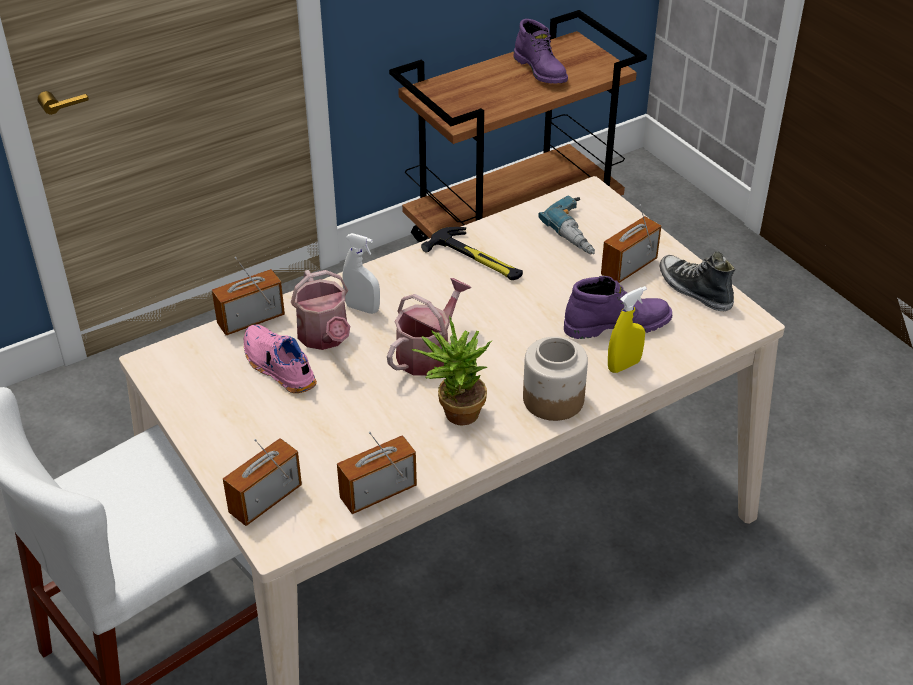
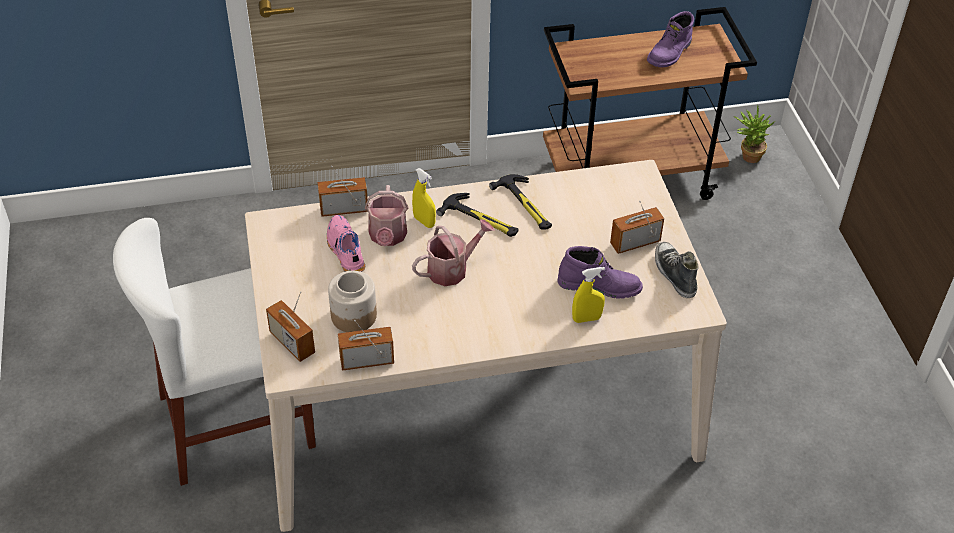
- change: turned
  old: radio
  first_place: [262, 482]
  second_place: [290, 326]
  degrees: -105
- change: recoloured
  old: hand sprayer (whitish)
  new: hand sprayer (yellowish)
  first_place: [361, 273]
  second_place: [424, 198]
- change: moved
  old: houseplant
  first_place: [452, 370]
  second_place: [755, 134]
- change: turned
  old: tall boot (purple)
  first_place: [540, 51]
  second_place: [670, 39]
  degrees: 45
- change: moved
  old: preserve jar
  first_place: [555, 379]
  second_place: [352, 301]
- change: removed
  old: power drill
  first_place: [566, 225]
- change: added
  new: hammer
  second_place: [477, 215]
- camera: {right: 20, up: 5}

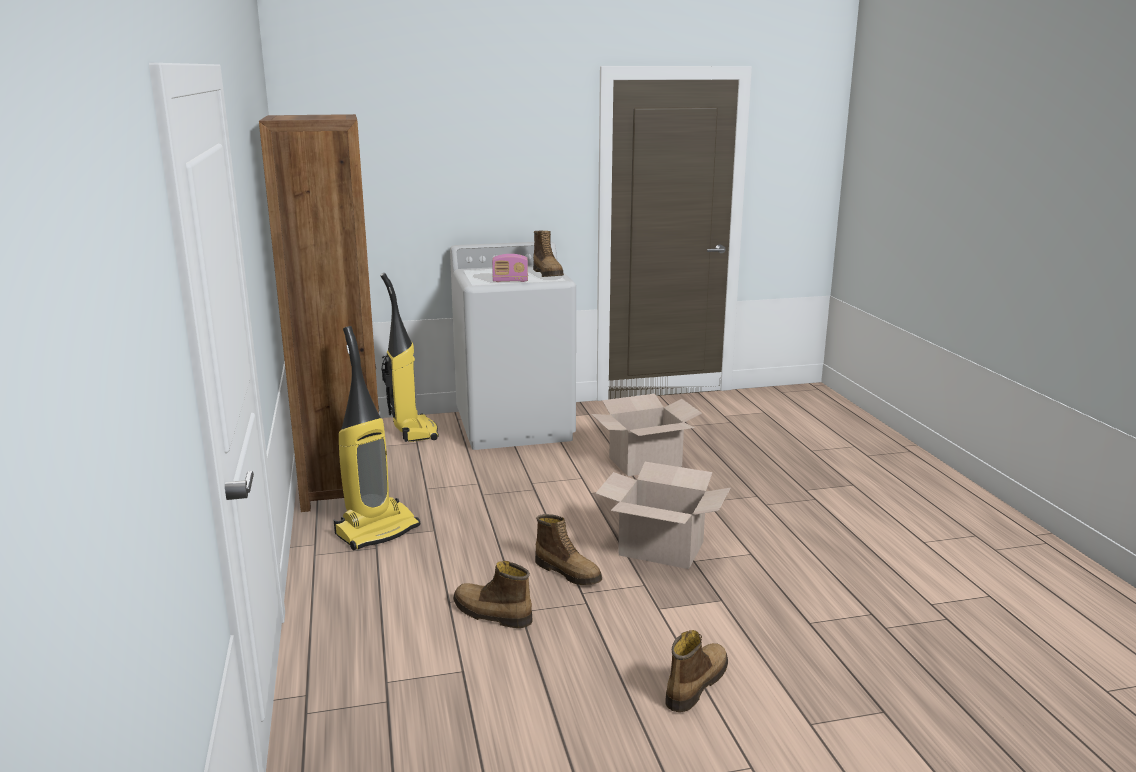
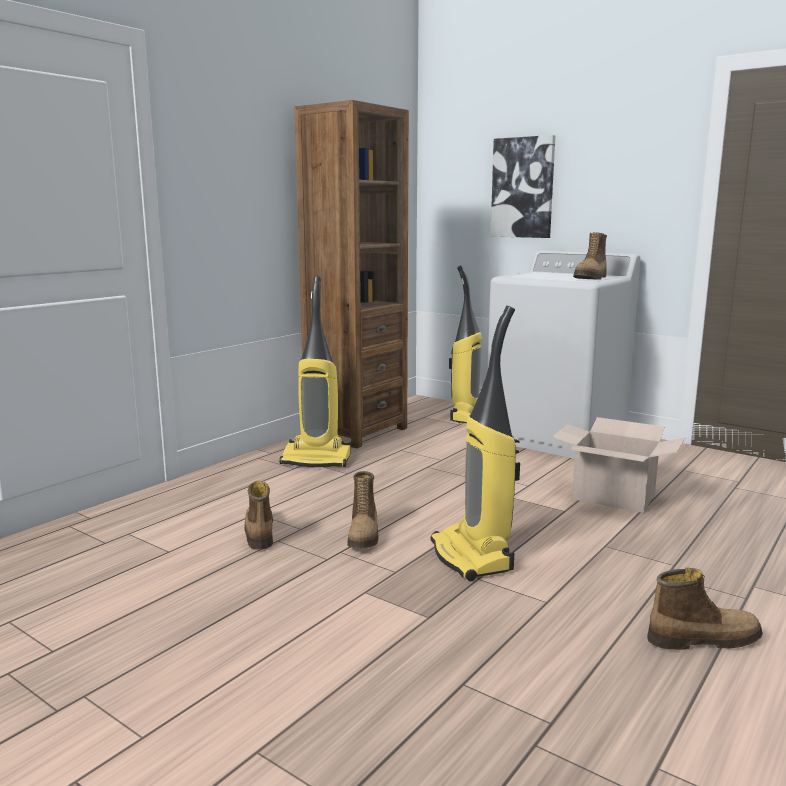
- change: removed
  old: radio
  first_place: [510, 268]
- change: replaced
  old: cardboard box
  new: vacuum cleaner
  first_place: [662, 515]
  second_place: [475, 443]
- change: moved
  old: tall boot
  first_place: [696, 671]
  second_place: [705, 609]
- change: added
  new: wall art
  second_place: [523, 186]
- camera: {right: 50, up: -5}

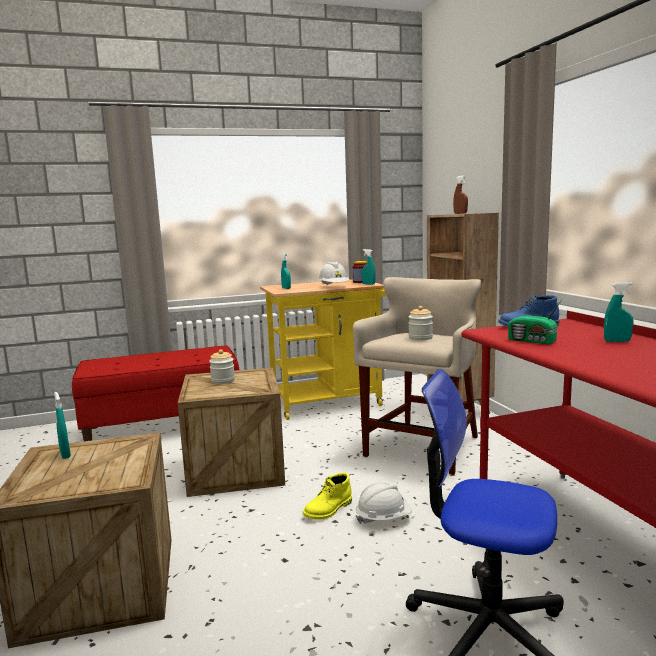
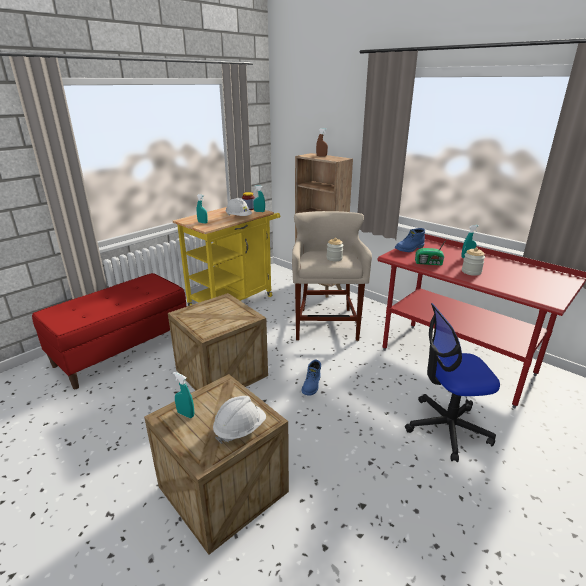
- change: moved
  old: preserve jar
  first_place: [222, 367]
  second_place: [473, 261]
- change: recoloured
  old: tall boot (yellowish)
  new: tall boot (bluish)
  first_place: [327, 496]
  second_place: [311, 378]
- change: moved
  old: safety helmet (whitish)
  first_place: [384, 502]
  second_place: [239, 420]
- camera: {right: -30, up: 15}

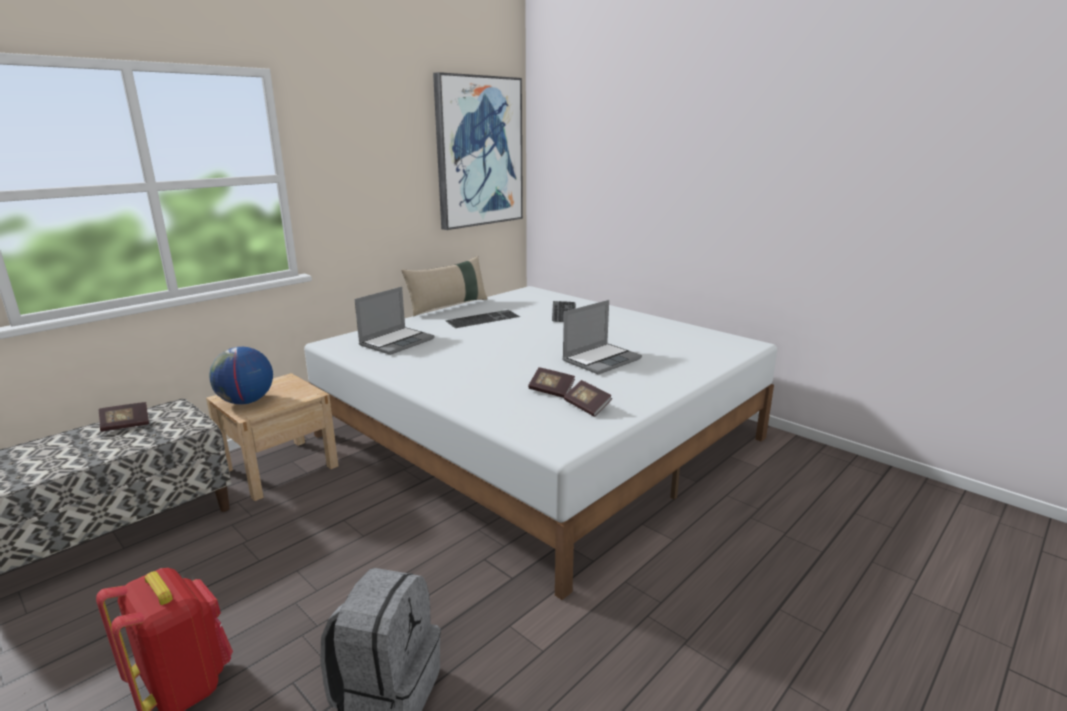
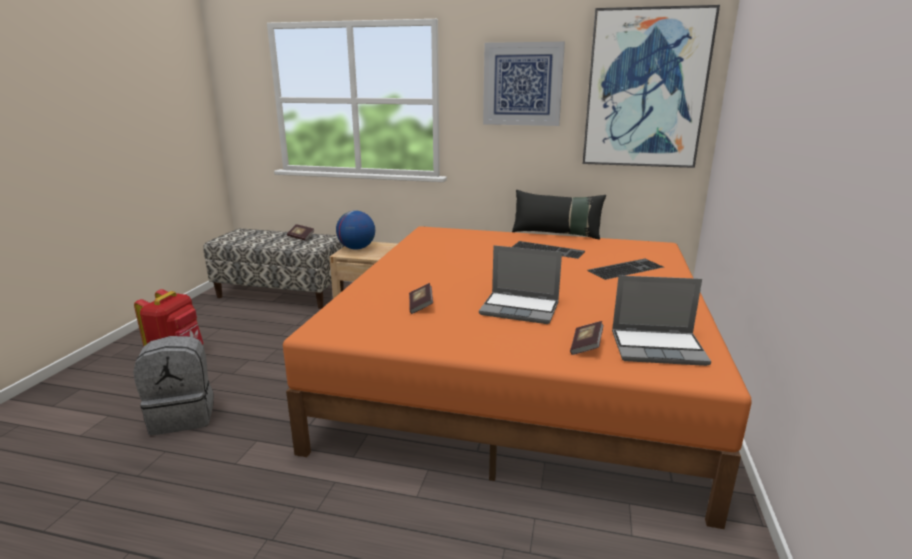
- change: recoloured
  old: bed (whitish)
  new: bed (orange)
  first_place: [540, 443]
  second_place: [517, 377]
- change: moved
  old: portable computer
  first_place: [394, 321]
  second_place: [661, 321]
- change: recoloured
  old: cushion (beige-coloured)
  new: cushion (black-coloured)
  first_place: [444, 286]
  second_place: [559, 215]
- change: moved
  old: bound book
  first_place: [588, 398]
  second_place: [587, 338]
- change: added
  new: wall art
  second_place: [524, 84]
- camera: {right: 60, up: 0}

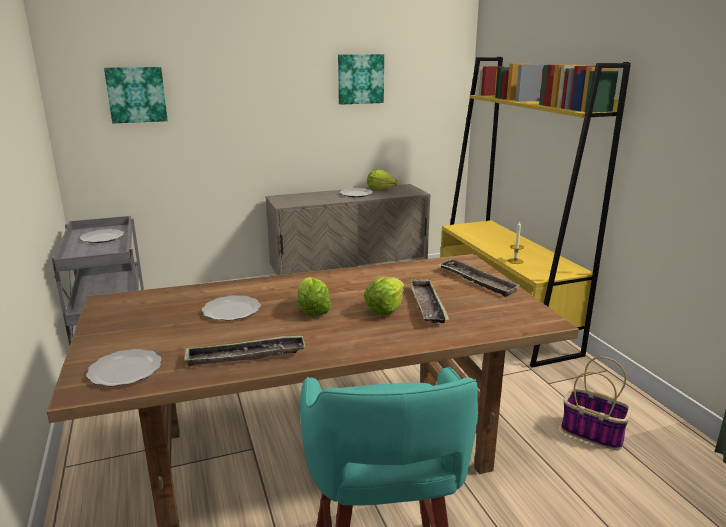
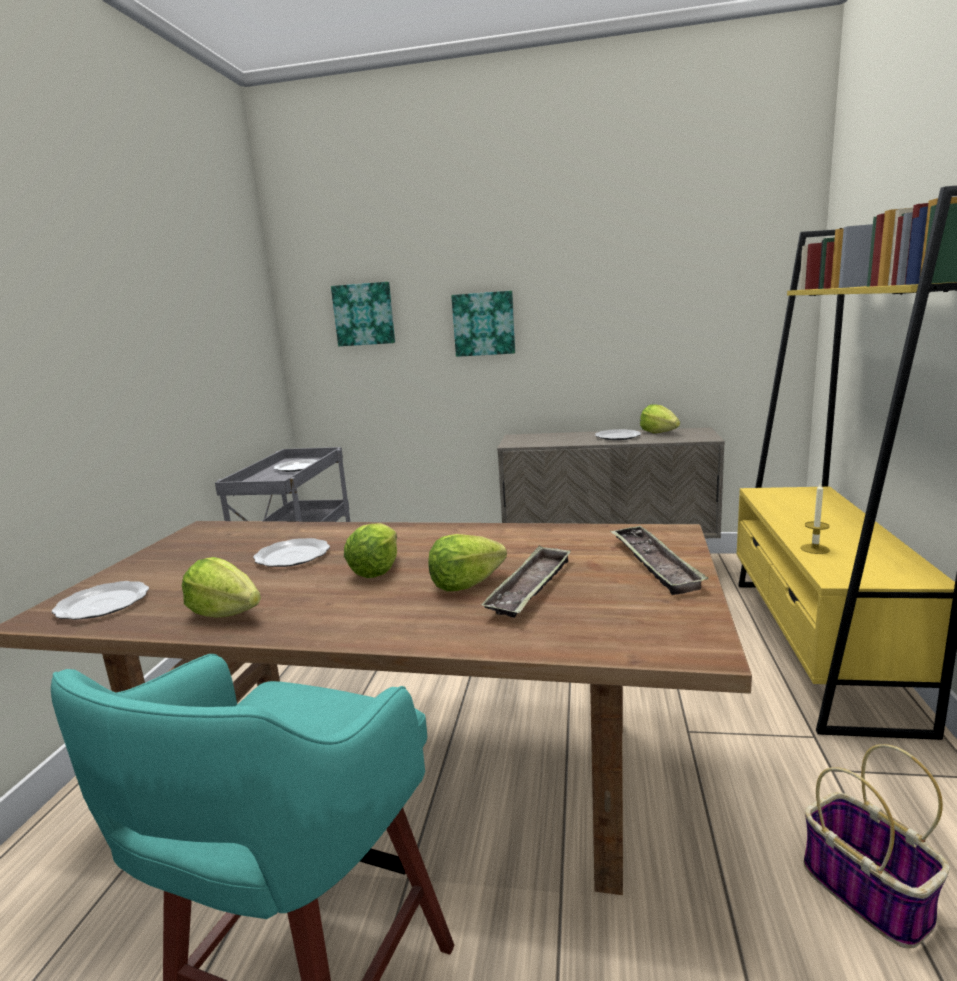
- change: replaced
  old: tray
  new: head of lettuce
  first_place: [245, 350]
  second_place: [221, 587]
- change: moved
  old: wall art
  first_place: [361, 79]
  second_place: [483, 324]
- camera: {right: 30, up: -5}

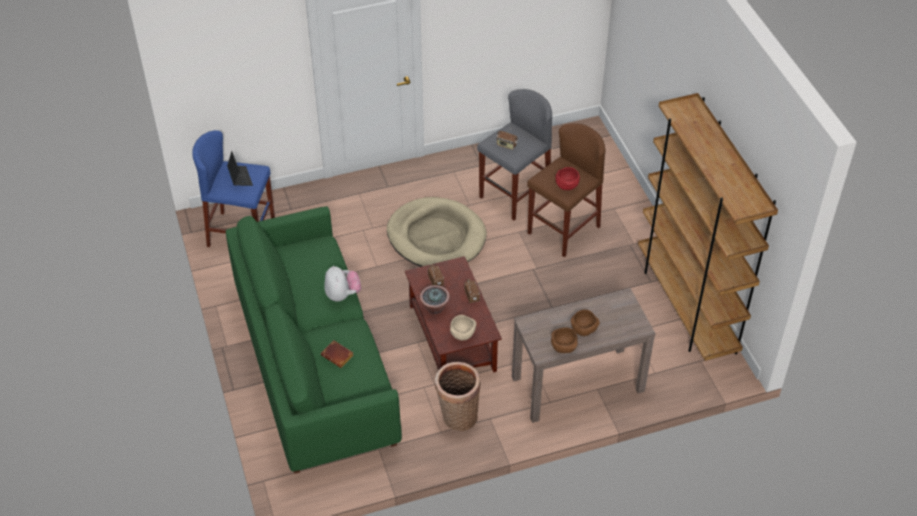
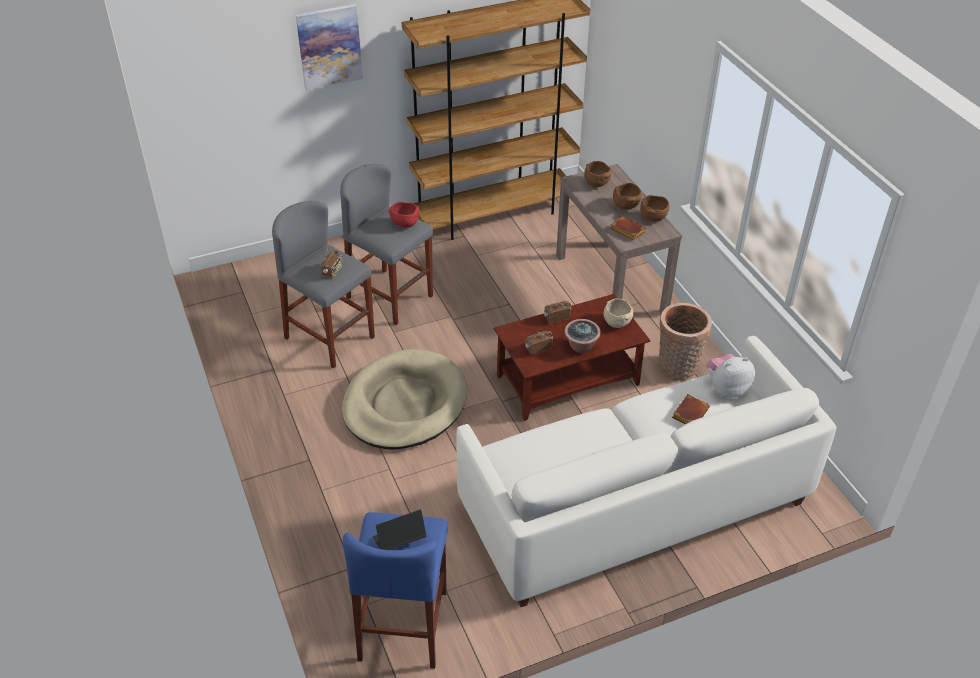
- change: recoloured
  old: couch (greenish)
  new: couch (whitish)
  first_place: [314, 340]
  second_place: [646, 471]
- change: moved
  old: cuddly toy
  first_place: [342, 284]
  second_place: [731, 376]
- change: recoloured
  old: stool seat (brown-coloured)
  new: stool seat (grey)
  first_place: [566, 190]
  second_place: [386, 244]
- change: added
  new: wall art
  second_place: [329, 47]
- change: added
  new: deep dish (brown-coloured)
  second_place: [597, 174]
- change: added
  new: bound book (brown-coloured)
  second_place: [628, 228]
- camera: {right: -95, up: -5}

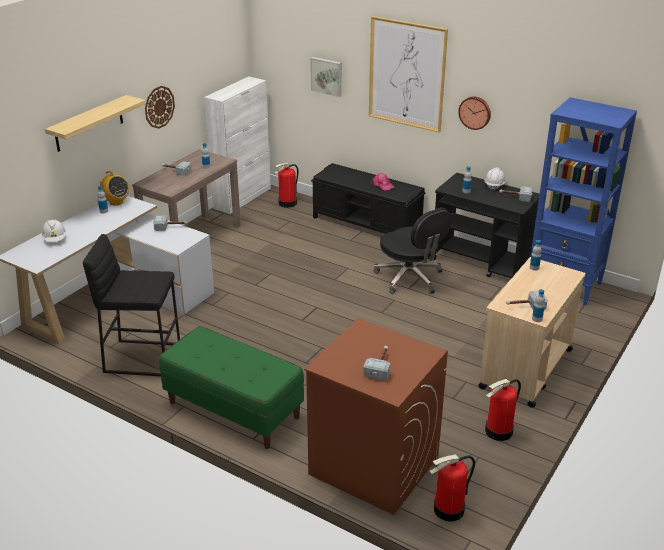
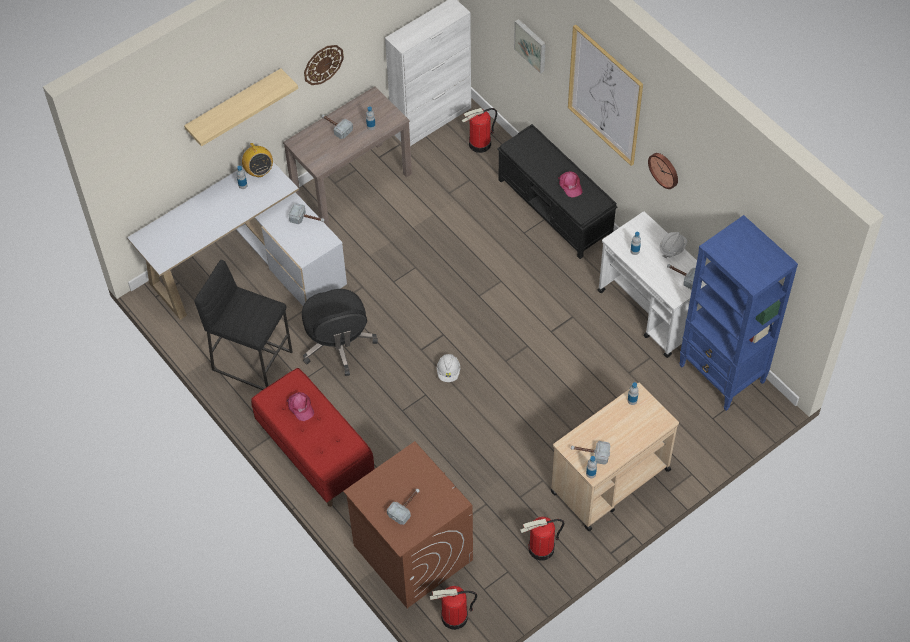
- change: moved
  old: safety helmet (whitish)
  first_place: [54, 230]
  second_place: [448, 368]
- change: recoloured
  old: indoor bench (greenish)
  new: indoor bench (red-coloured)
  first_place: [231, 387]
  second_place: [312, 437]
- change: moved
  old: office chair (black-coloured)
  first_place: [413, 251]
  second_place: [340, 332]
- change: recoloured
  old: wheeled cart (black-coloured)
  new: wheeled cart (whitish)
  first_place: [487, 225]
  second_place: [652, 284]
- change: added
  new: peaked cap (pink-coloured)
  second_place: [300, 406]
- camera: {right: 20, up: 25}

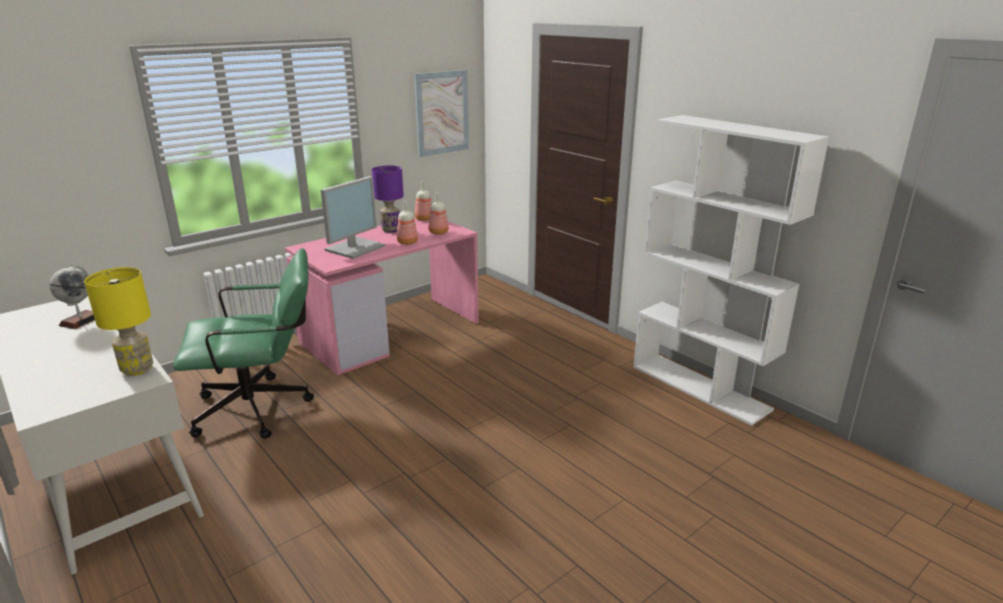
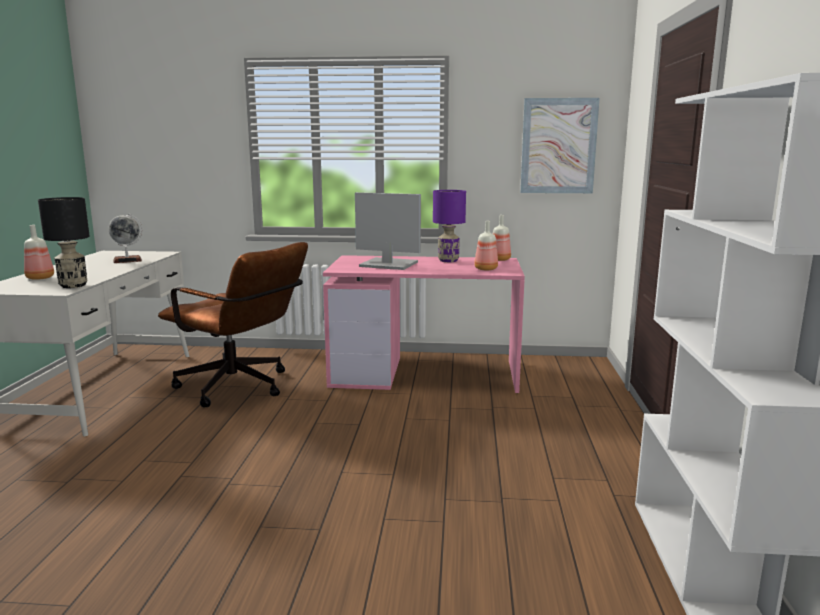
- change: recoloured
  old: table lamp (yellowish)
  new: table lamp (black-coloured)
  first_place: [118, 321]
  second_place: [64, 242]
- change: recoloured
  old: office chair (greenish)
  new: office chair (brown-coloured)
  first_place: [243, 343]
  second_place: [233, 325]
- change: turned
  old: computer display
  first_place: [353, 217]
  second_place: [388, 231]
  degrees: -150
- change: moved
  old: bottle
  first_place: [407, 223]
  second_place: [39, 252]
- camera: {right: 45, up: -10}

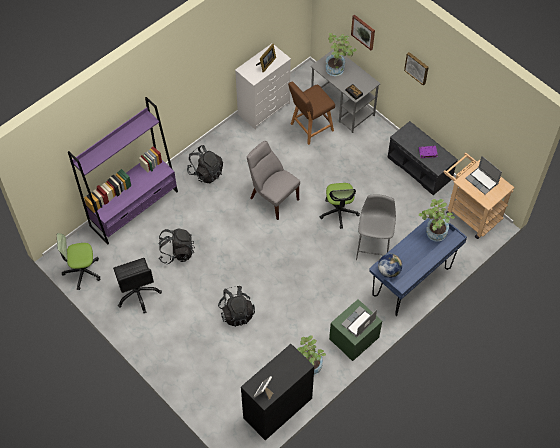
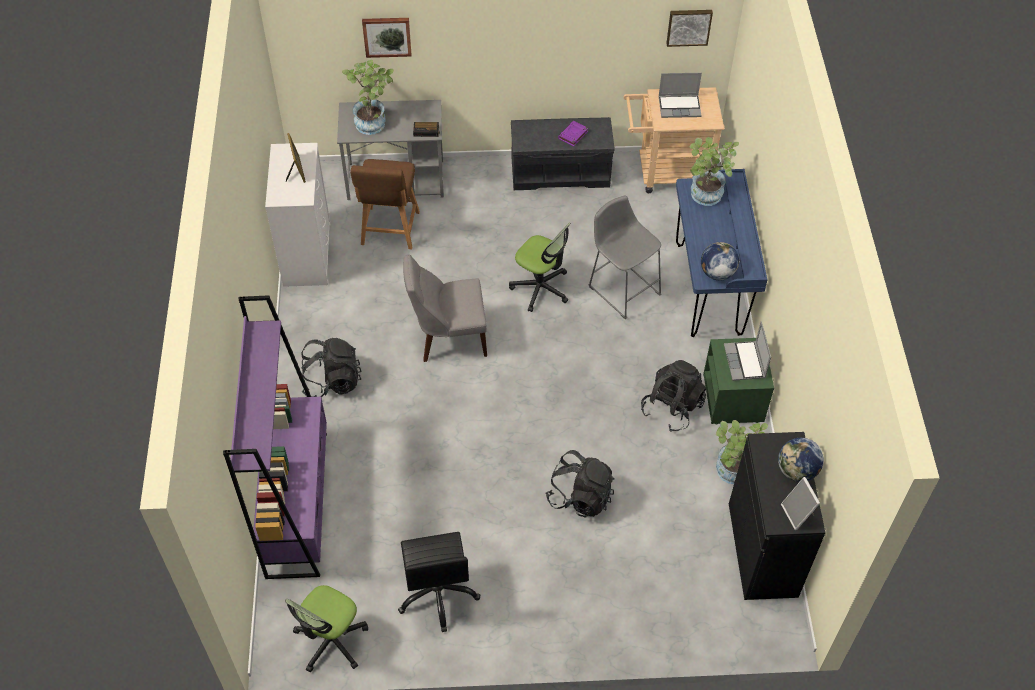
- change: turned
  old: office chair (black-coloured)
  first_place: [137, 285]
  second_place: [439, 582]
  degrees: 60
- change: moved
  old: backpack (black-coloured)
  first_place: [176, 246]
  second_place: [673, 396]
- change: moved
  old: wall art
  first_place: [416, 69]
  second_place: [689, 28]
- change: added
  new: globe
  second_place: [801, 460]
- camera: {right: -50, up: -5}

